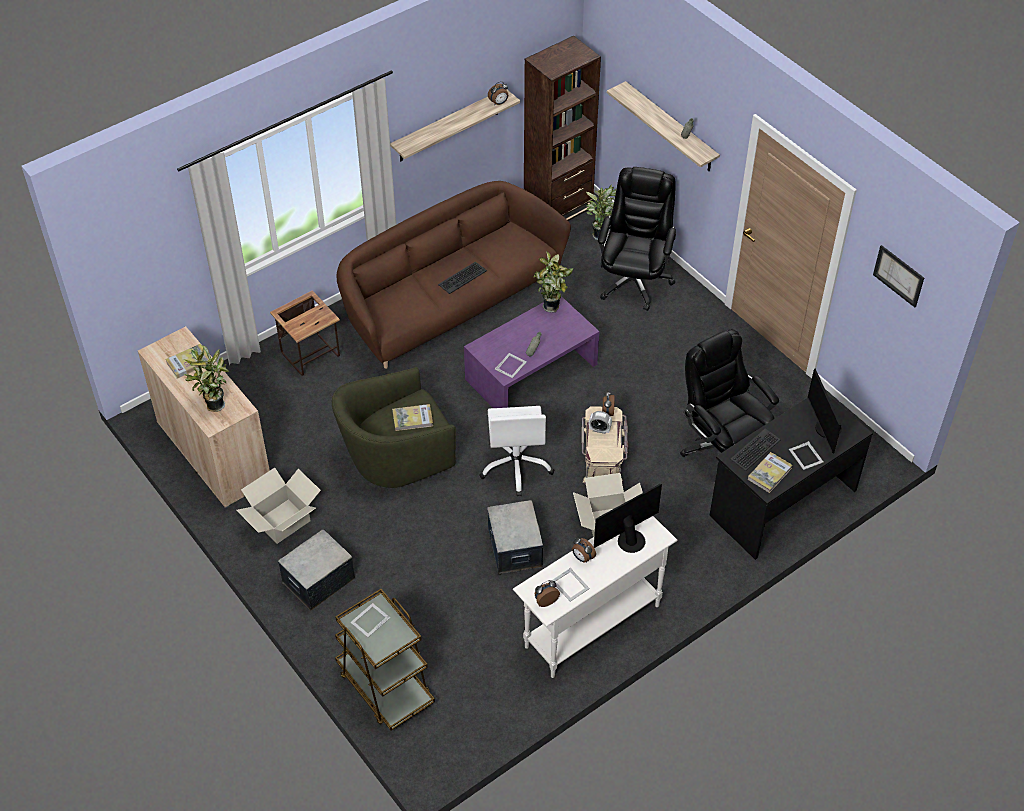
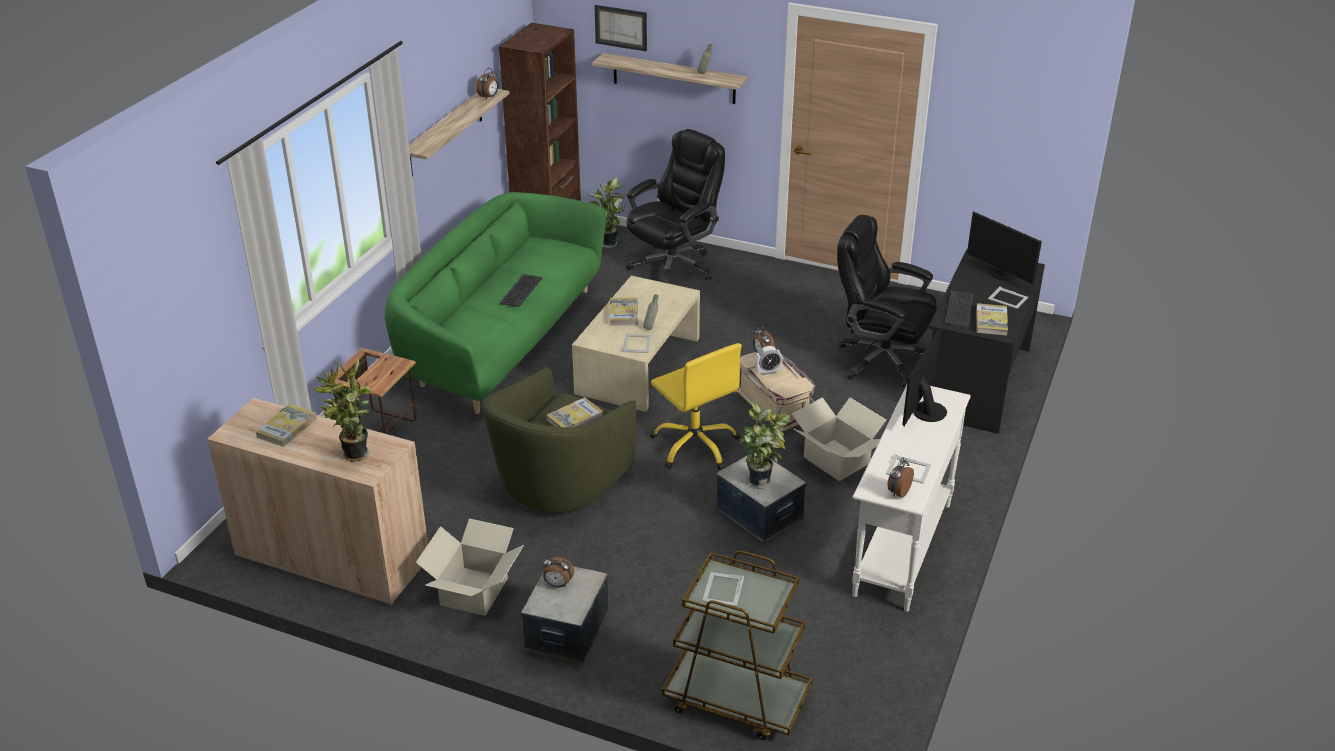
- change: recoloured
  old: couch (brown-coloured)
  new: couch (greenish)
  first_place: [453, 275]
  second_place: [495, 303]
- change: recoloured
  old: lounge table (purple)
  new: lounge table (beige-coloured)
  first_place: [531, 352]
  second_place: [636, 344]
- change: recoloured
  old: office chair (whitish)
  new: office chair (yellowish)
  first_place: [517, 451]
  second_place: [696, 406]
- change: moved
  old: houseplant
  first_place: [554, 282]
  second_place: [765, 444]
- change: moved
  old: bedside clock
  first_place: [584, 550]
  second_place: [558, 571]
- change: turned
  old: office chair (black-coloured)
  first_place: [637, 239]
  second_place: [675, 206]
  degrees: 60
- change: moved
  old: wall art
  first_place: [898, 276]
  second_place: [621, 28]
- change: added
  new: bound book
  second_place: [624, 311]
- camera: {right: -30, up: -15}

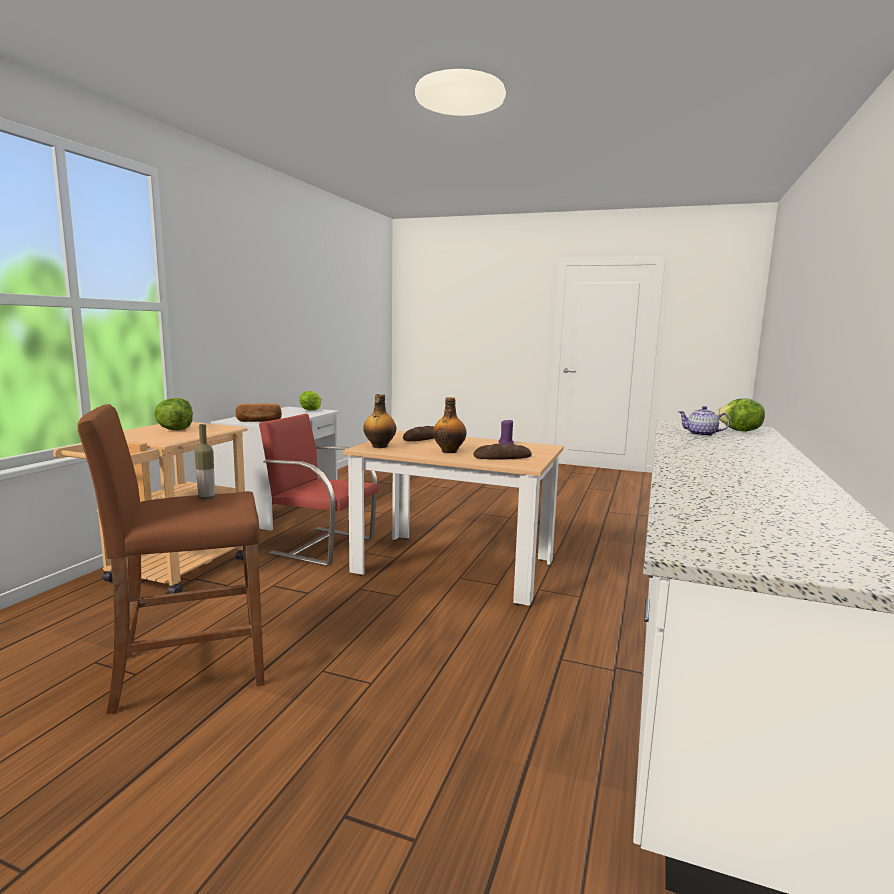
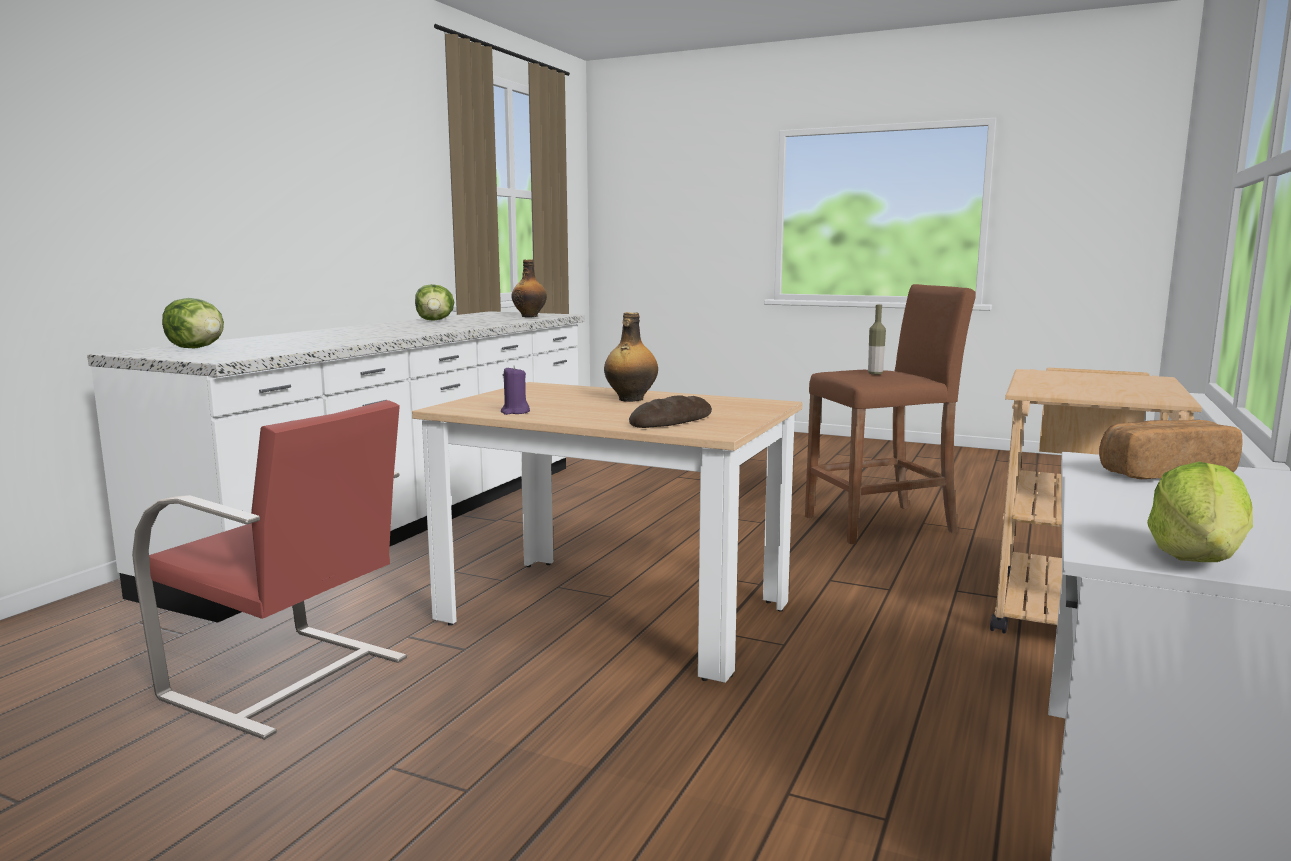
- change: moved
  old: head of lettuce
  first_place: [173, 414]
  second_place: [434, 302]
- change: moved
  old: plain chair (red-coloured)
  first_place: [318, 489]
  second_place: [269, 570]
- change: moved
  old: bottle
  first_place: [379, 421]
  second_place: [529, 288]
- change: removed
  old: baked bread
  first_place: [502, 452]
- change: removed
  old: tea pot
  first_place: [704, 421]
- camera: {right: -175, up: 0}

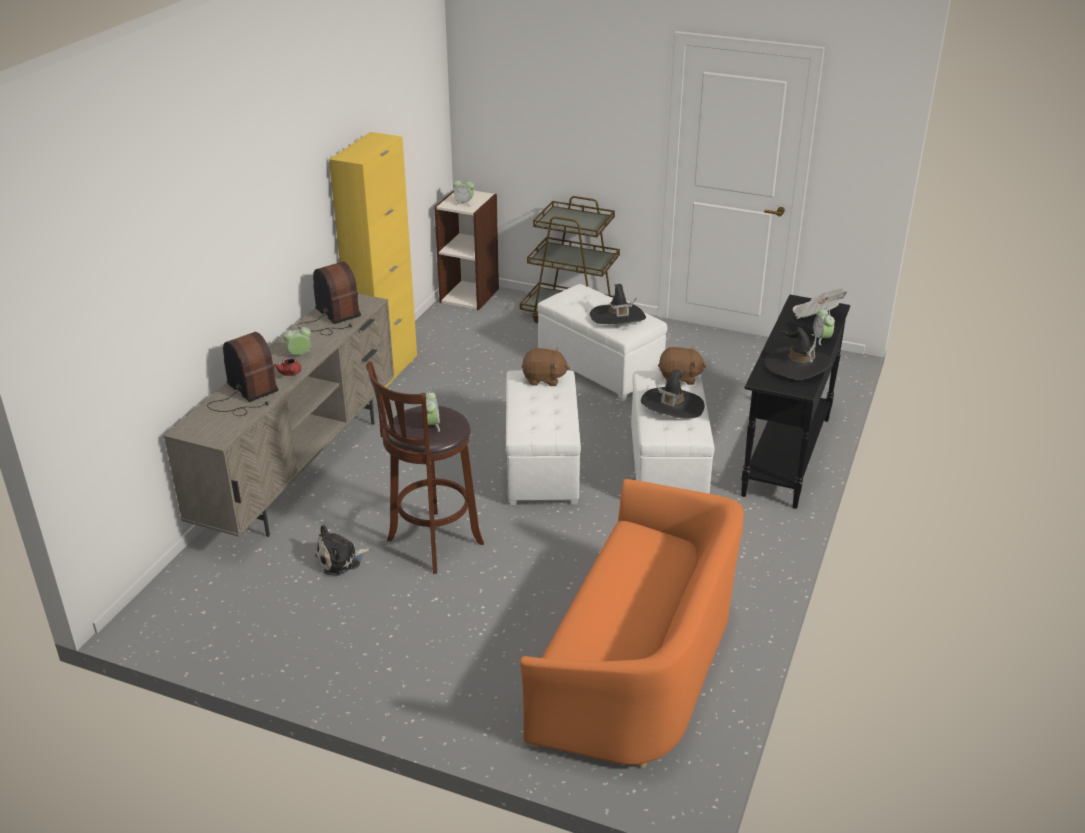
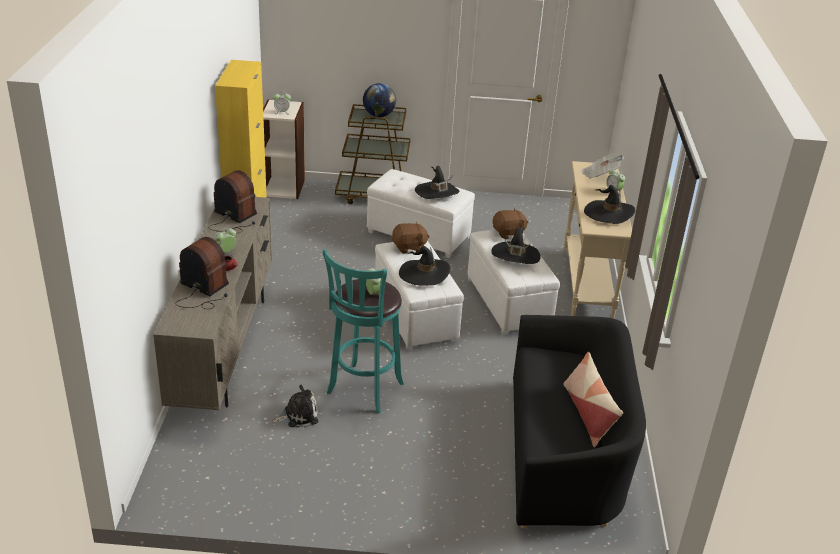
- change: turned
  old: cuddly toy
  first_place: [343, 550]
  second_place: [295, 406]
  degrees: -150
- change: recoloured
  old: stool seat (brown-coloured)
  new: stool seat (turquoise-coloured)
  first_place: [425, 467]
  second_place: [363, 331]
- change: recoloured
  old: couch (orange)
  new: couch (black-coloured)
  first_place: [632, 624]
  second_place: [579, 422]
- change: recoloured
  old: console table (black-coloured)
  new: console table (beige-coloured)
  first_place: [795, 402]
  second_place: [598, 240]
- change: added
  new: globe
  second_place: [379, 100]
- change: added
  new: hat (black-coloured)
  second_place: [424, 266]
- change: added
  new: cushion
  second_place: [593, 400]
- camera: {right: -20, up: 0}

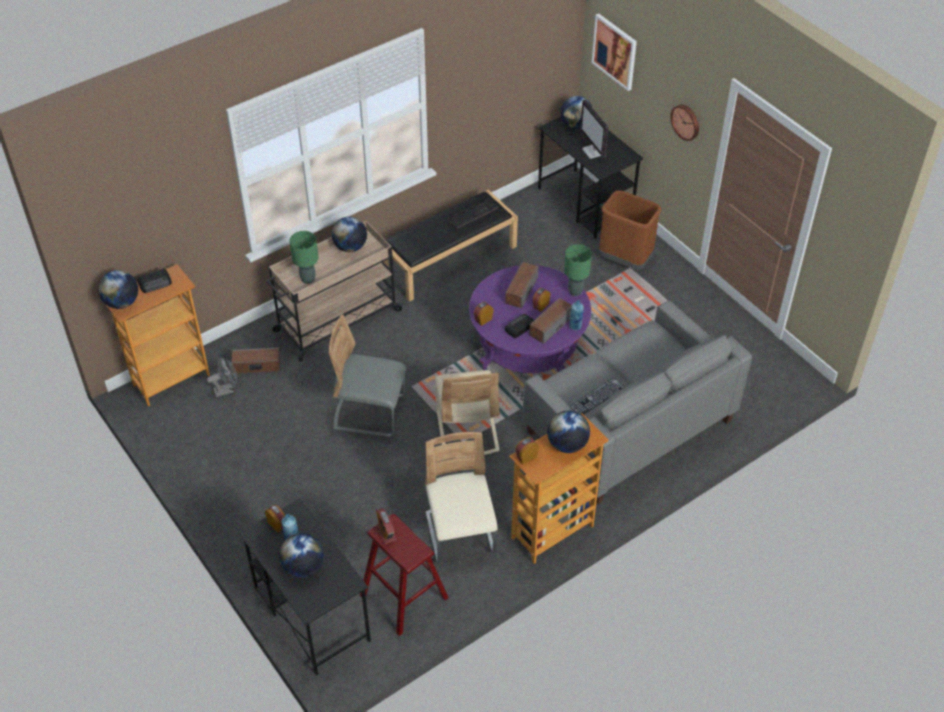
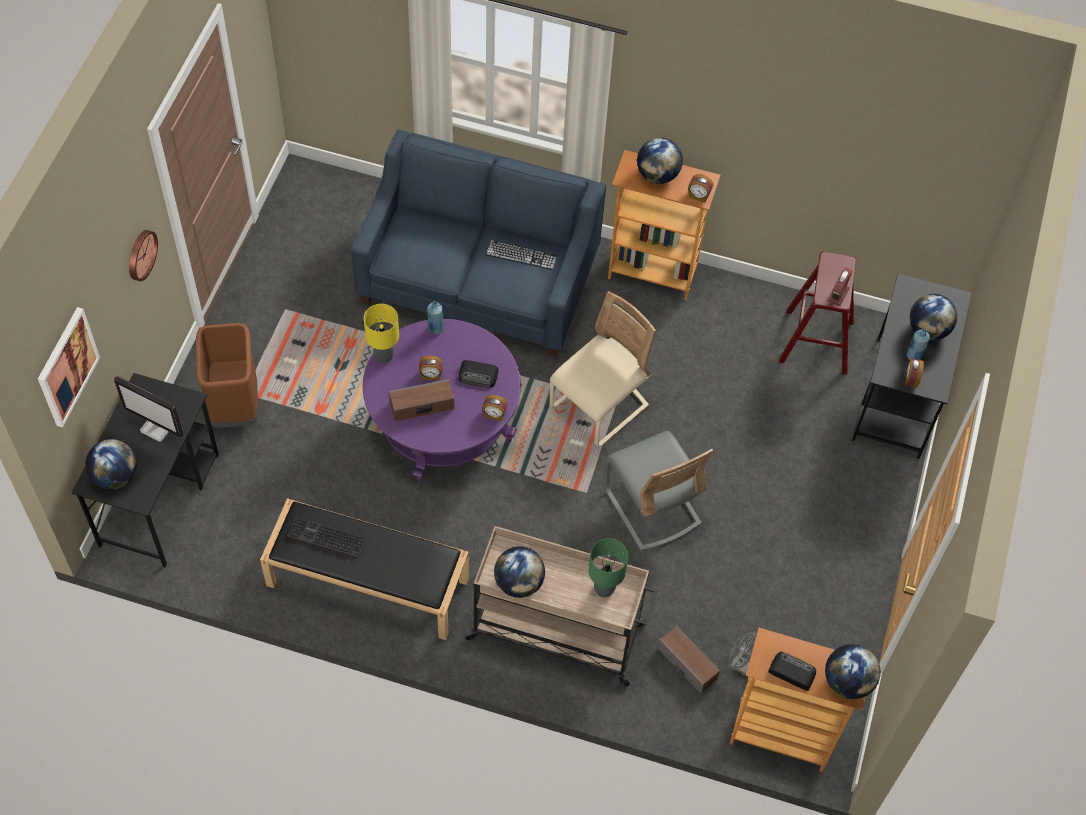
- change: removed
  old: plain chair (beige-coloured)
  first_place: [461, 497]
- change: recoloured
  old: couch (grey)
  new: couch (bluish)
  first_place: [637, 402]
  second_place: [478, 243]
- change: removed
  old: speaker
  first_place: [551, 321]
- change: recoloured
  old: table lamp (greenish)
  new: table lamp (yellowish)
  first_place: [578, 270]
  second_place: [381, 333]
- change: turned
  old: computer display
  first_place: [594, 129]
  second_place: [149, 409]
  degrees: 90
- camera: {right: -130, up: 10}

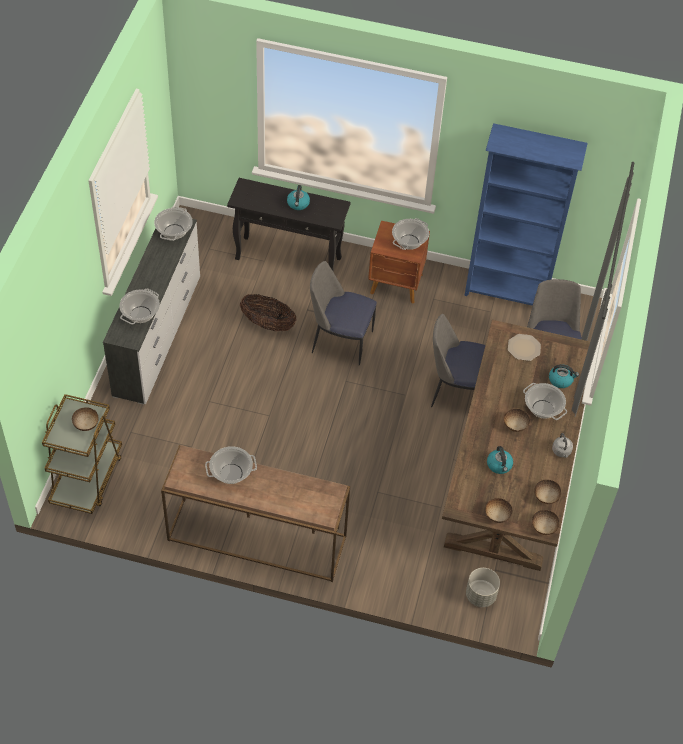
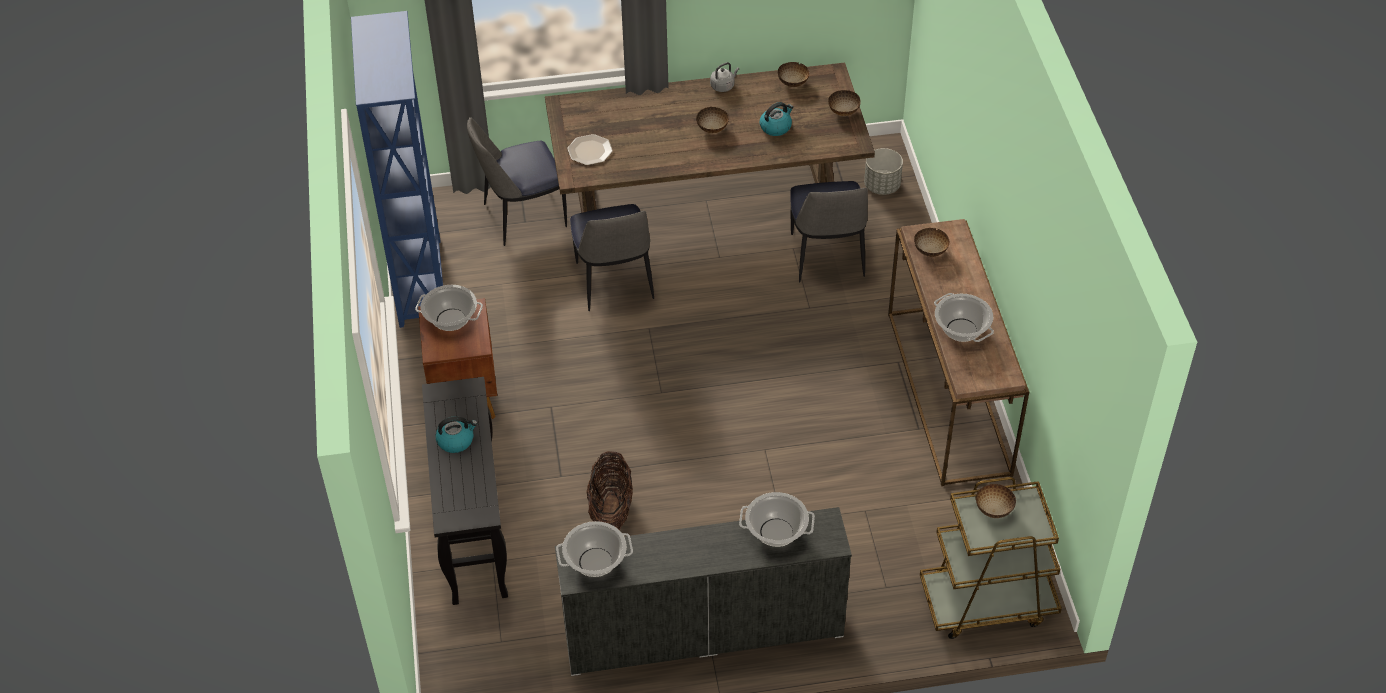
- change: moved
  old: plain chair
  first_place: [343, 313]
  second_place: [829, 231]
- change: removed
  old: stockpot
  first_place: [545, 401]
- change: moved
  old: deep dish
  first_place: [545, 522]
  second_place: [932, 242]
- change: removed
  old: water kettle
  first_place: [564, 376]
- camera: {right: -110, up: -5}

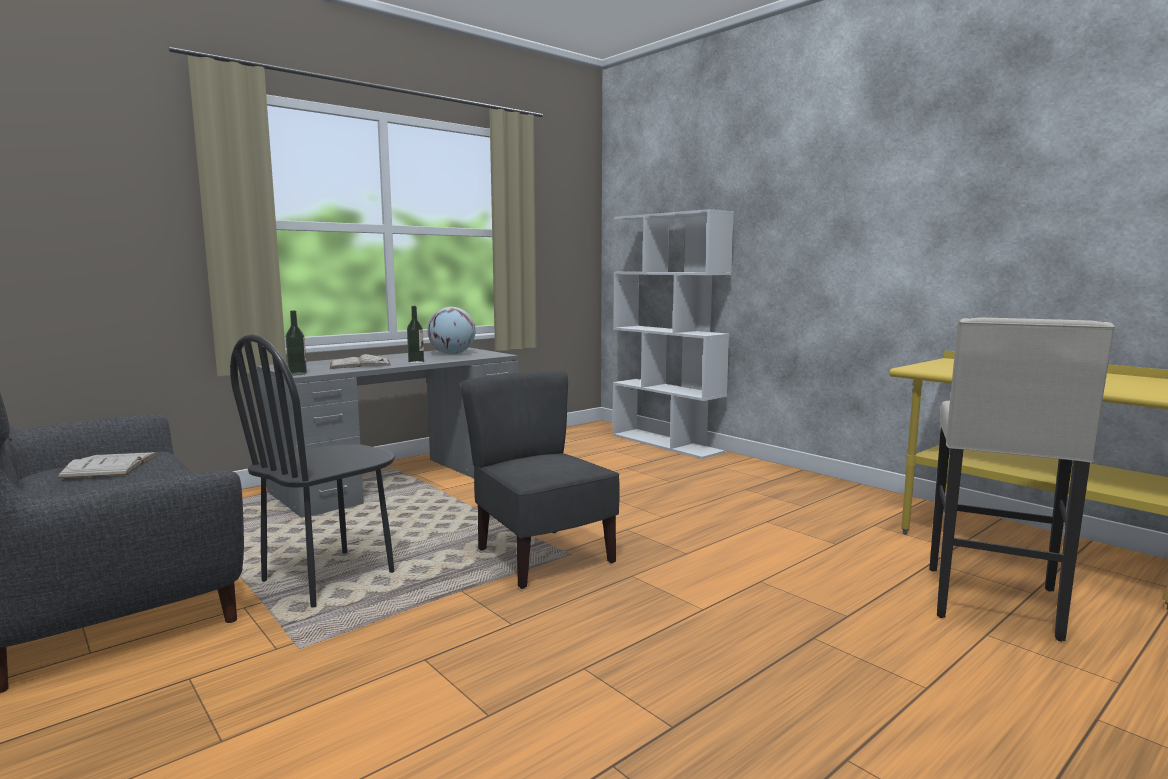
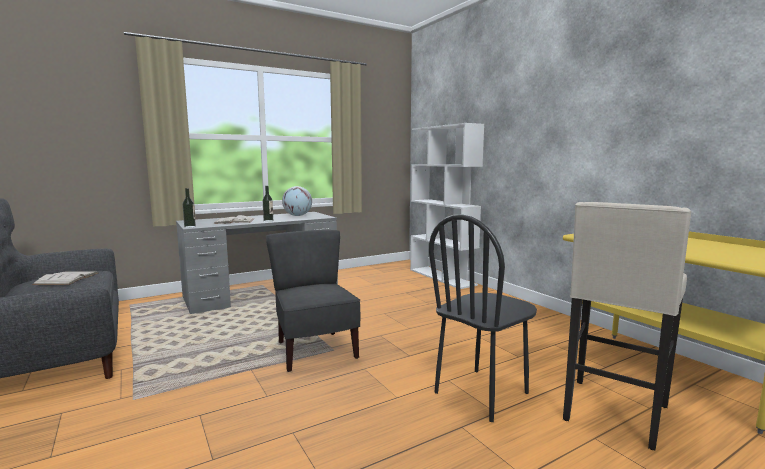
- change: moved
  old: plain chair (black-coloured)
  first_place: [312, 471]
  second_place: [483, 318]
- camera: {right: 10, up: 0}

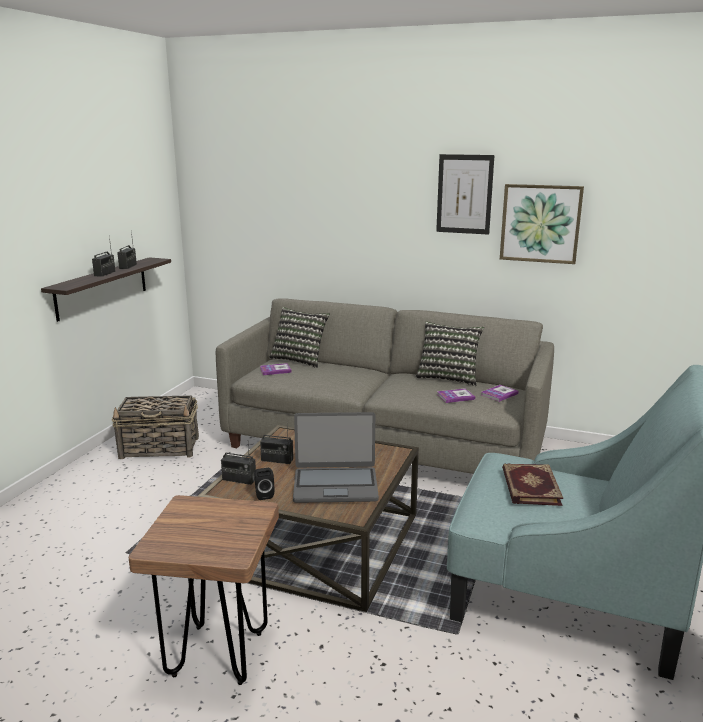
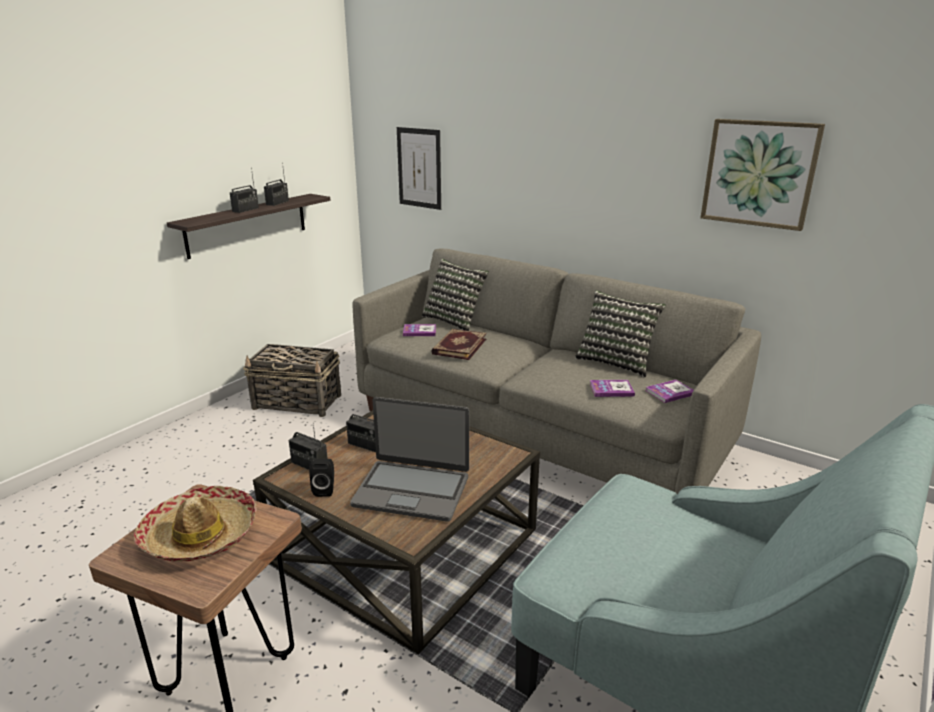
- change: moved
  old: wall art
  first_place: [465, 194]
  second_place: [419, 168]
- change: moved
  old: bound book
  first_place: [532, 484]
  second_place: [459, 344]
- change: added
  new: hat
  second_place: [195, 524]
- camera: {right: 15, up: 5}

